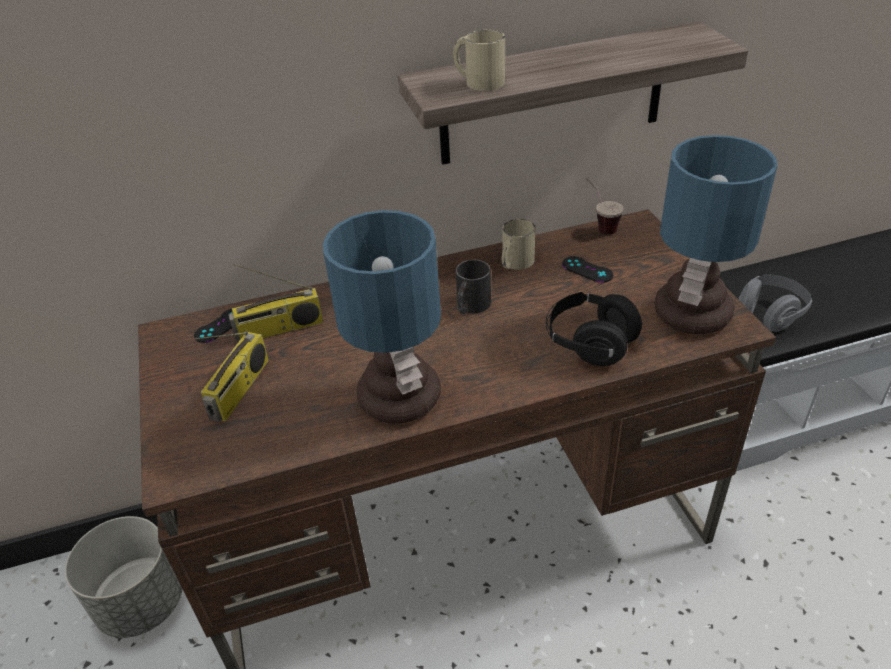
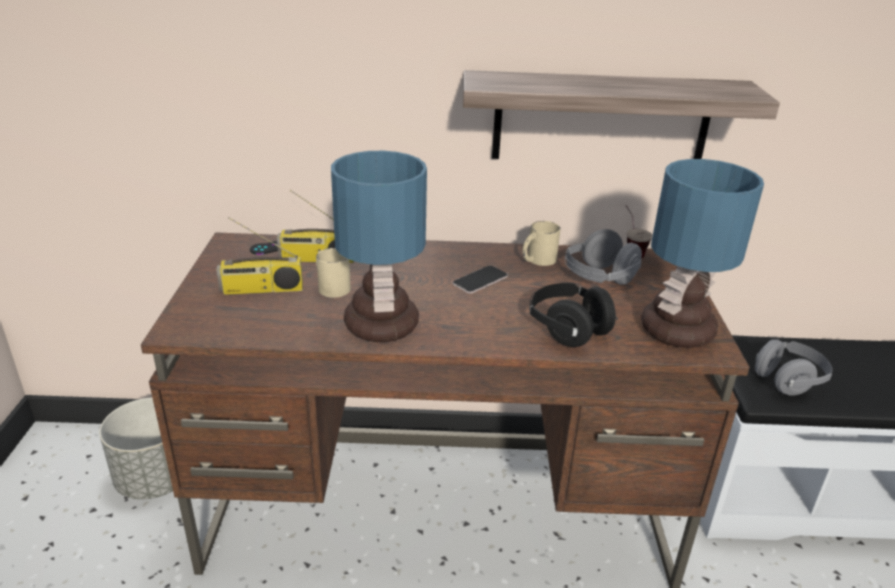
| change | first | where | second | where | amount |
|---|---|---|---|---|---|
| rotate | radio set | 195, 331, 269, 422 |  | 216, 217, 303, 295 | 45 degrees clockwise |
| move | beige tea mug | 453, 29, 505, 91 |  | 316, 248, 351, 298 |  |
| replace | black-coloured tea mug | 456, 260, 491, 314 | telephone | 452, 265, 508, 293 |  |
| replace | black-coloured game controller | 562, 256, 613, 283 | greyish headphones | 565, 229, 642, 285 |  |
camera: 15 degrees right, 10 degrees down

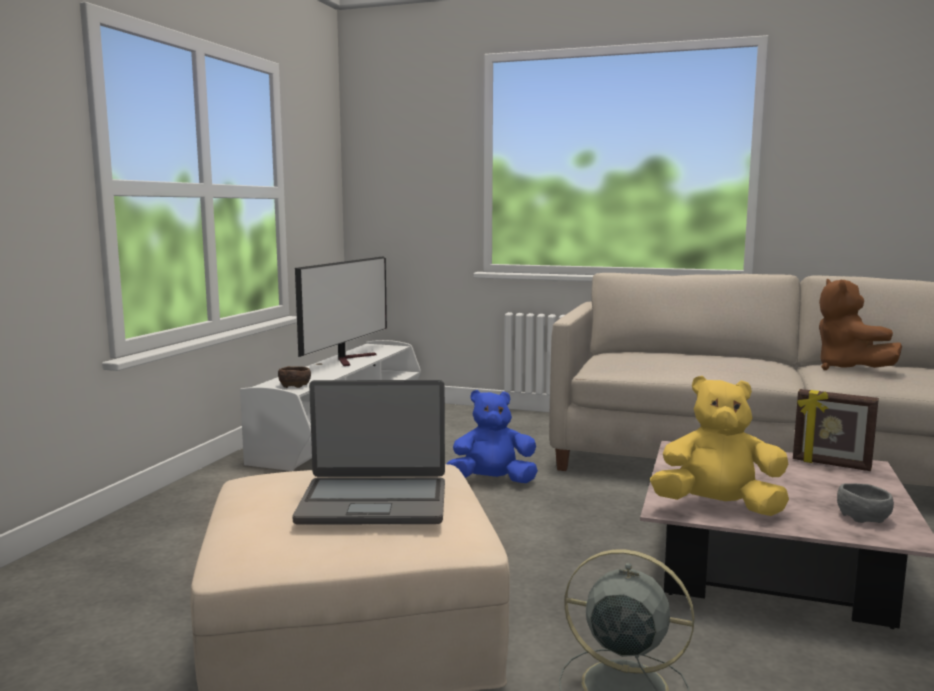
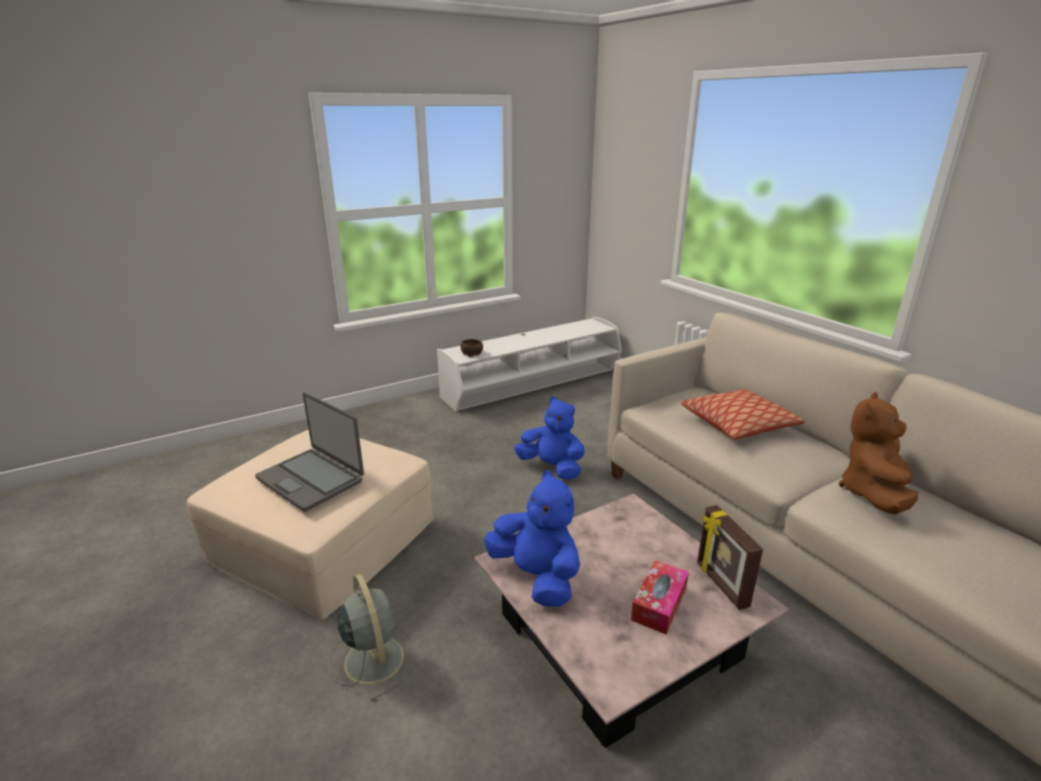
| change | first | where | second | where | amount |
|---|---|---|---|---|---|
| recolor | yellow-coloured soft toy | 650, 376, 789, 516 | blue-coloured soft toy | 484, 470, 580, 607 |  |
| insert |  |  | box of tissues | 631, 560, 689, 635 |  |
| insert |  |  | throw pillow | 682, 389, 805, 440 |  |
| delete | TV set | 295, 256, 387, 366 |  |  |  |
| delete | greyish bowl | 837, 483, 894, 523 |  |  |  |
camera: 40 degrees right, 15 degrees up

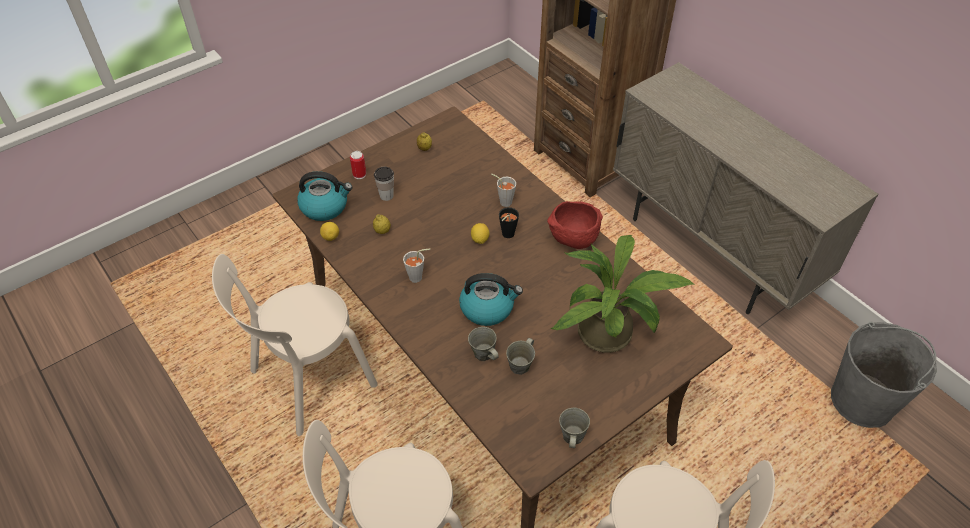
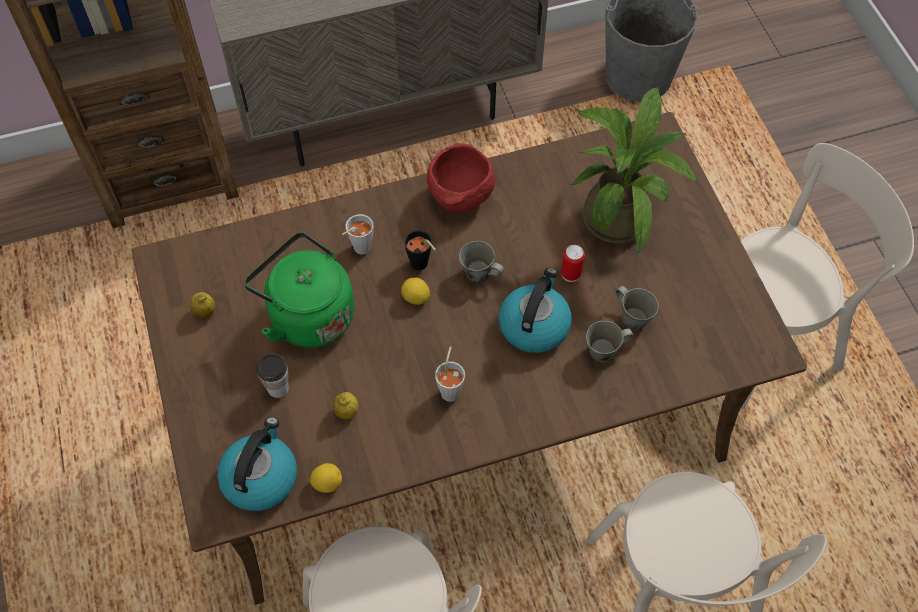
| change | first | where | second | where | amount |
|---|---|---|---|---|---|
| insert |  |  | green-coloured water kettle | 244, 232, 354, 348 |  |
| move | greyish tea mug | 559, 408, 590, 448 |  | 459, 241, 504, 283 |  |
| move | metal can | 350, 151, 366, 179 |  | 561, 245, 585, 282 |  |
camera: 70 degrees left, 10 degrees up

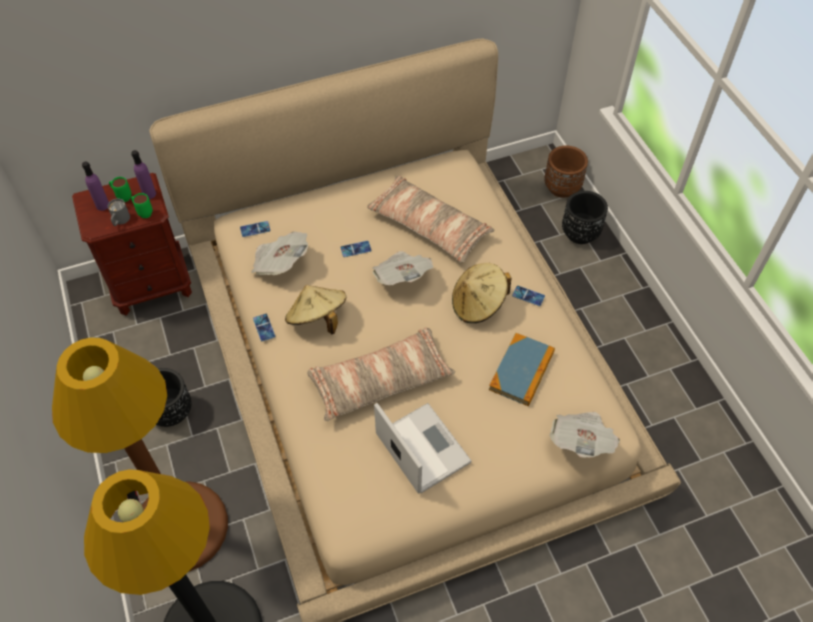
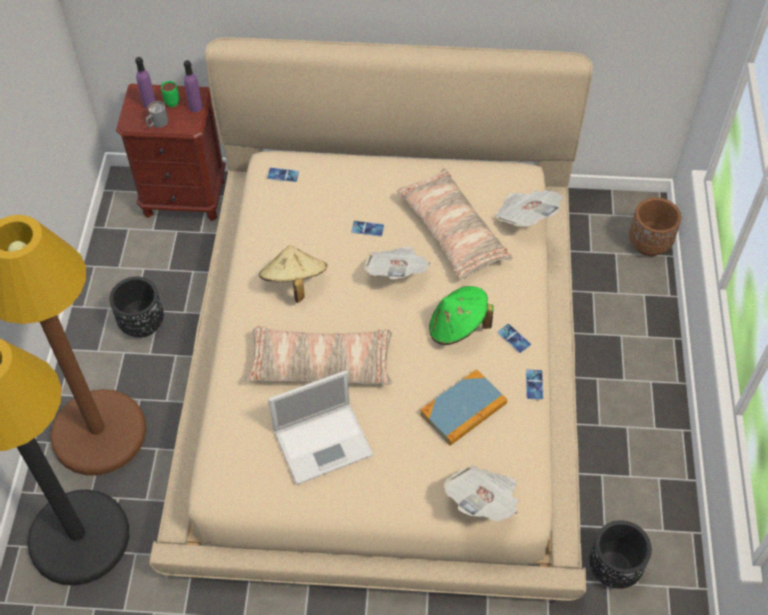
| change | first | where | second | where | amount |
|---|---|---|---|---|---|
| rotate | laptop | 374, 403, 472, 494 |  | 268, 370, 374, 485 | 75 degrees clockwise |
| recolor | beige wearable hat | 452, 263, 511, 323 | green-coloured wearable hat | 429, 286, 494, 345 |  |
| move | daily paper | 251, 231, 308, 275 |  | 494, 190, 563, 227 |  |
| move | telephone | 253, 314, 275, 341 |  | 526, 369, 543, 400 |  |
| move | black-coloured plant pot | 562, 191, 608, 244 |  | 589, 520, 652, 589 |  |
| delete | green-coloured tea mug | 131, 193, 153, 218 |  |  |  |
camera: 25 degrees right, 0 degrees up

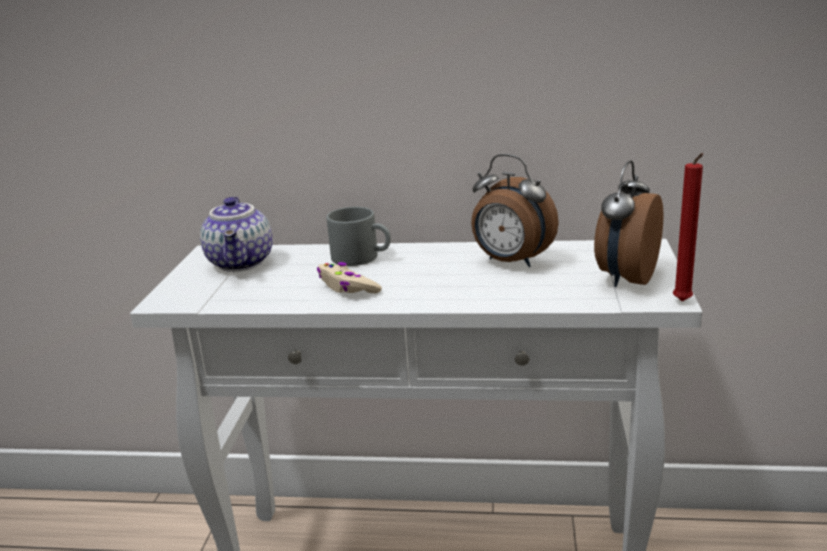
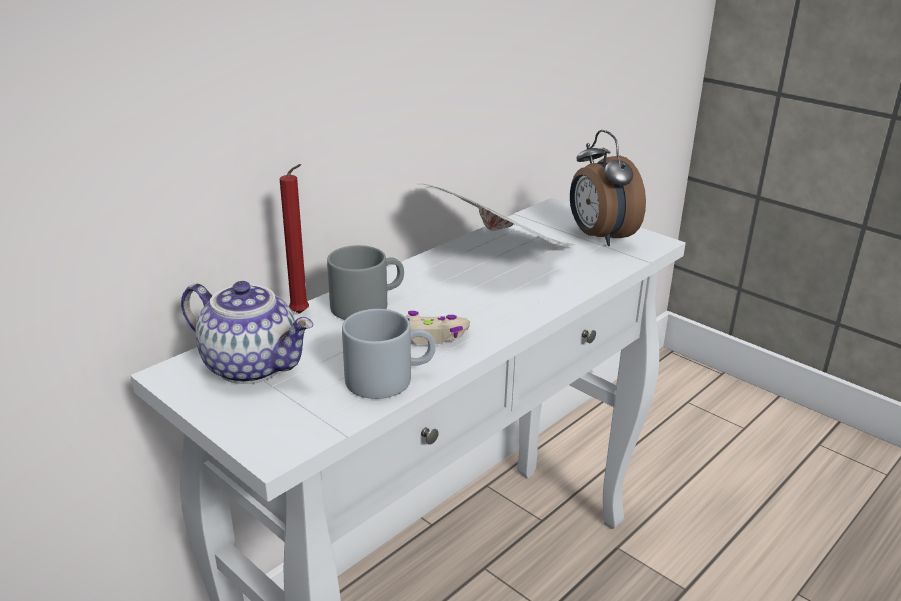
| change | first | where | second | where | amount |
|---|---|---|---|---|---|
| move | red-coloured wax light | 673, 153, 703, 301 |  | 280, 164, 309, 314 |  |
| insert |  |  | greyish tea mug | 342, 309, 436, 399 |  |
| replace | alarm clock | 471, 154, 559, 267 | daily paper | 420, 184, 574, 248 |  |
camera: 55 degrees left, 5 degrees up

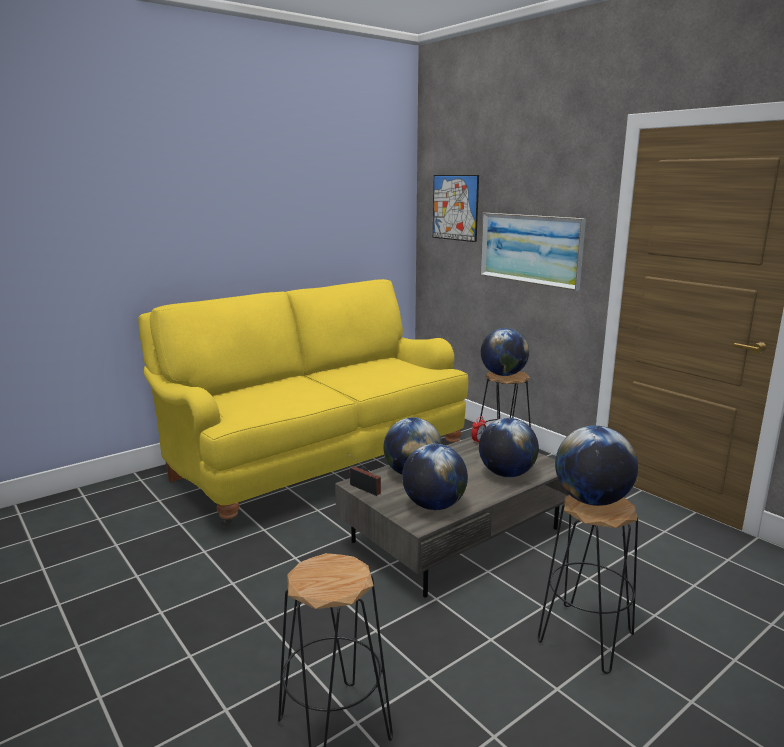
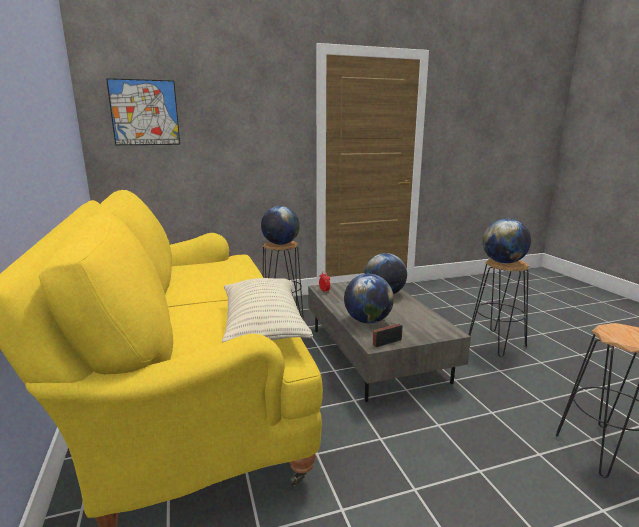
| change | first | where | second | where | amount |
|---|---|---|---|---|---|
| insert |  |  | throw pillow | 222, 278, 313, 343 |  |
| delete | world globe | 402, 444, 468, 510 |  |  |  |
| delete | wall picture | 480, 213, 586, 291 |  |  |  |
camera: 70 degrees left, 0 degrees up

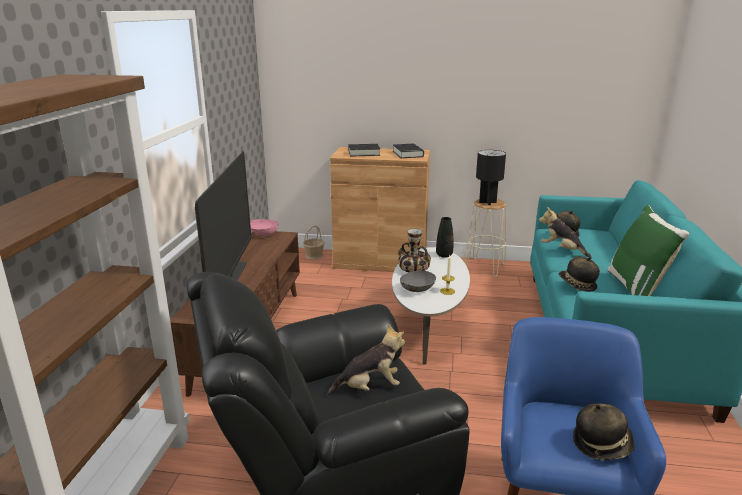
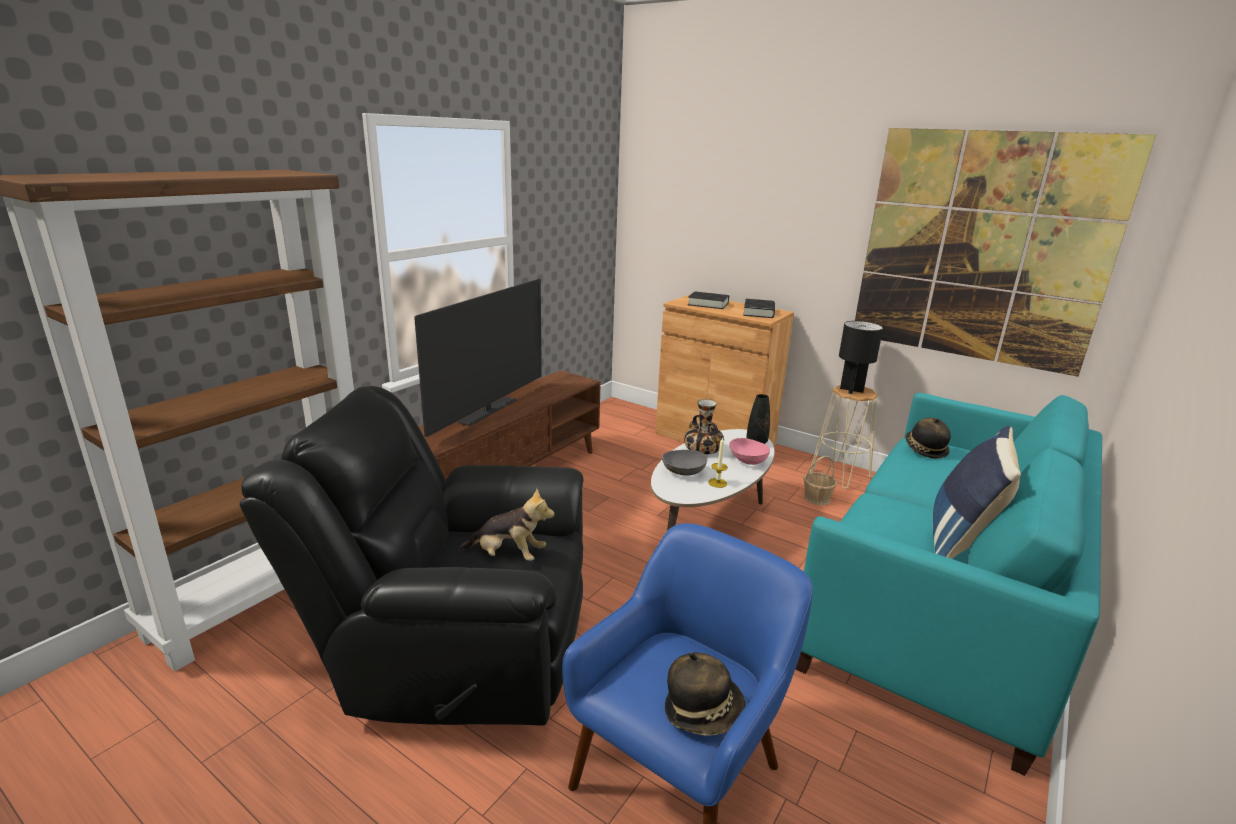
| change | first | where | second | where | amount |
|---|---|---|---|---|---|
| move | pink-coloured bowl | 250, 219, 278, 236 |  | 729, 438, 770, 465 |  |
| move | storage basket | 303, 225, 325, 259 |  | 803, 456, 837, 505 |  |
| insert |  |  | wall picture | 855, 128, 1156, 377 |  |
| recolor | green-coloured throw pillow | 607, 205, 689, 296 | blue-coloured throw pillow | 933, 426, 1021, 559 |  |
| delete | soft toy | 539, 207, 592, 257 |  |  |  |
| delete | wearable hat | 559, 257, 600, 292 |  |  |  |
camera: 25 degrees right, 0 degrees up

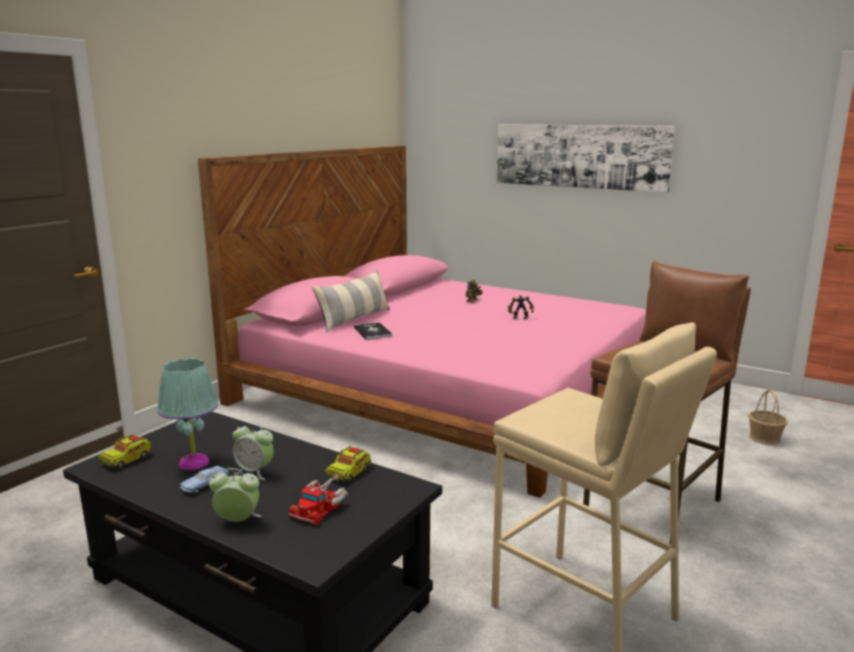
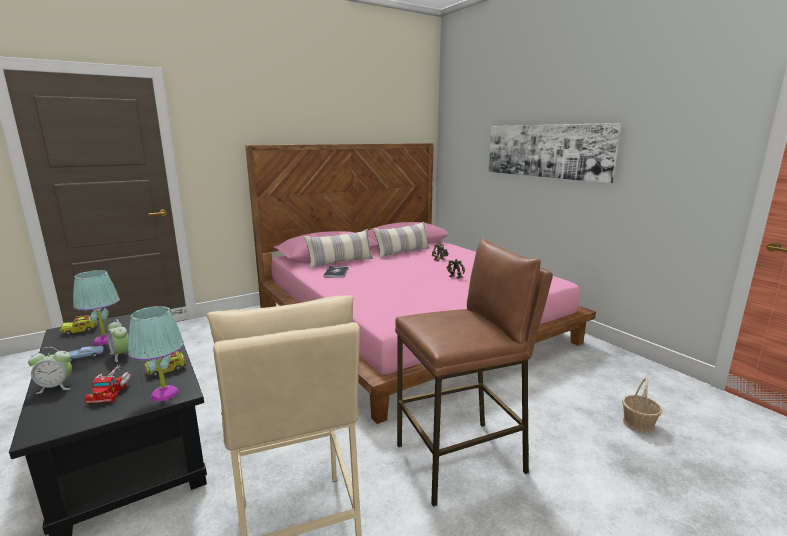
| change | first | where | second | where | amount |
|---|---|---|---|---|---|
| rotate | alarm clock | 209, 468, 261, 522 |  | 28, 347, 72, 394 | 135 degrees clockwise |
| rotate | model truck | 289, 473, 348, 525 |  | 85, 364, 131, 404 | 60 degrees counterclockwise |
| insert |  |  | turquoise-coloured table lamp | 128, 306, 184, 401 |  |
| insert |  |  | throw pillow | 373, 221, 430, 258 |  |
camera: 25 degrees right, 0 degrees up

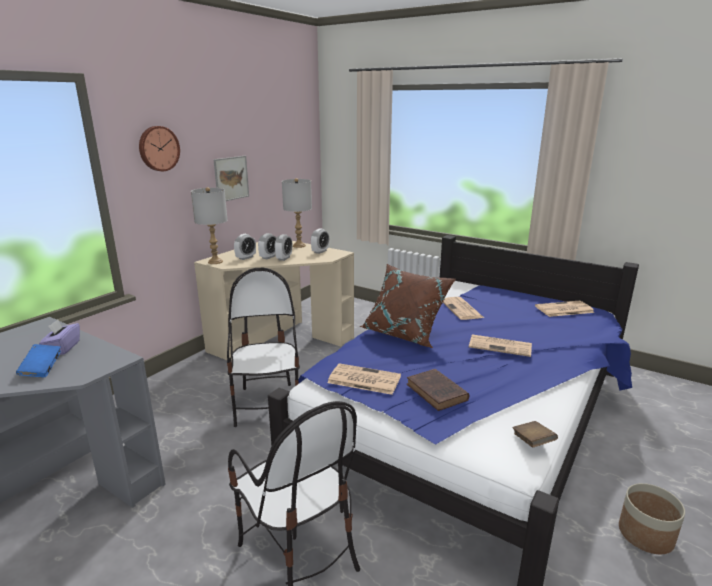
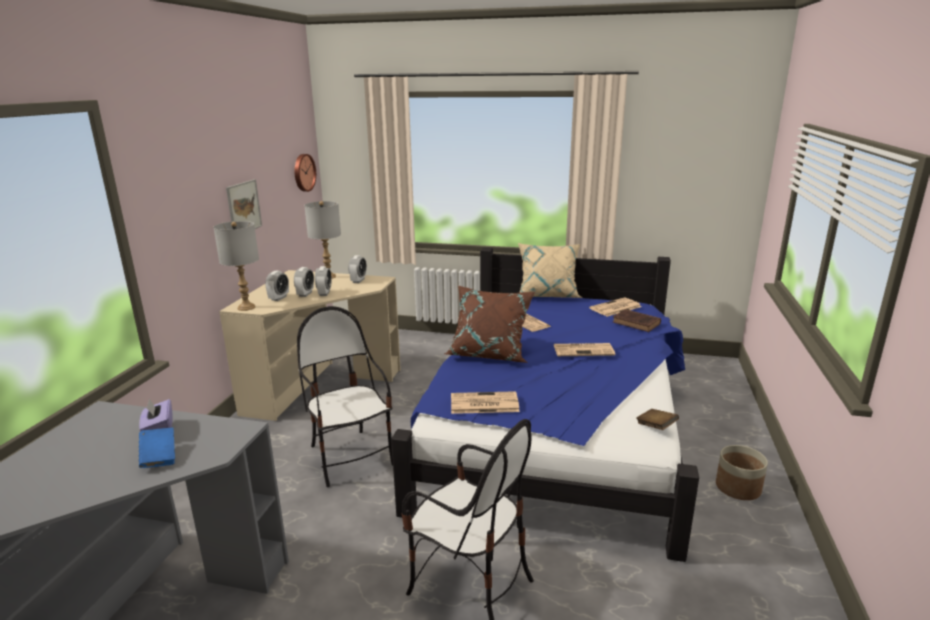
| change | first | where | second | where | amount |
|---|---|---|---|---|---|
| move | clock on the wall | 139, 126, 180, 171 |  | 295, 154, 316, 192 |  |
| insert |  |  | beige throw pillow | 518, 243, 582, 298 |  |
| move | brownish bound book | 407, 369, 469, 411 |  | 613, 309, 661, 332 |  |
camera: 20 degrees left, 0 degrees up

